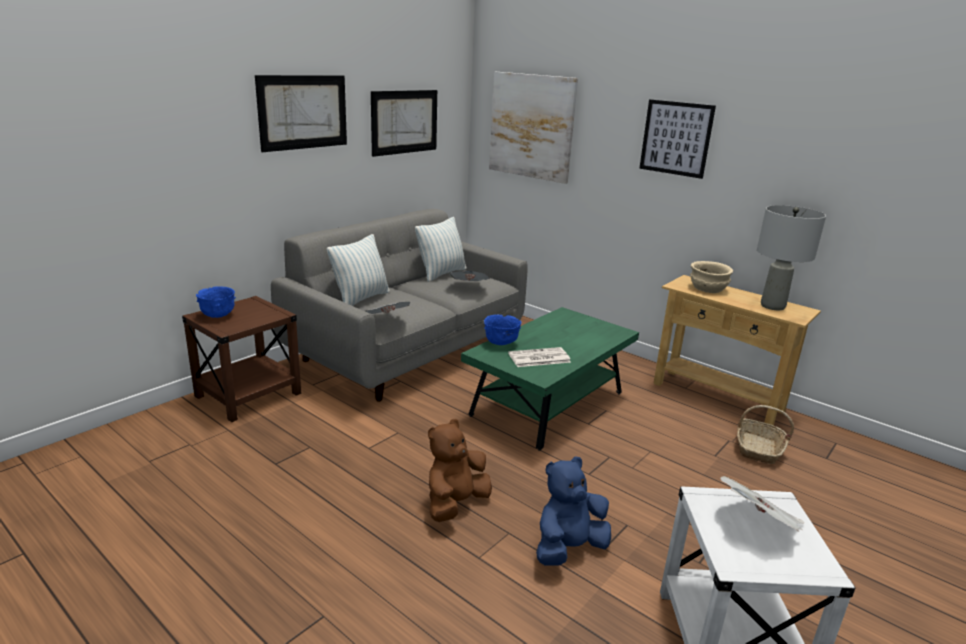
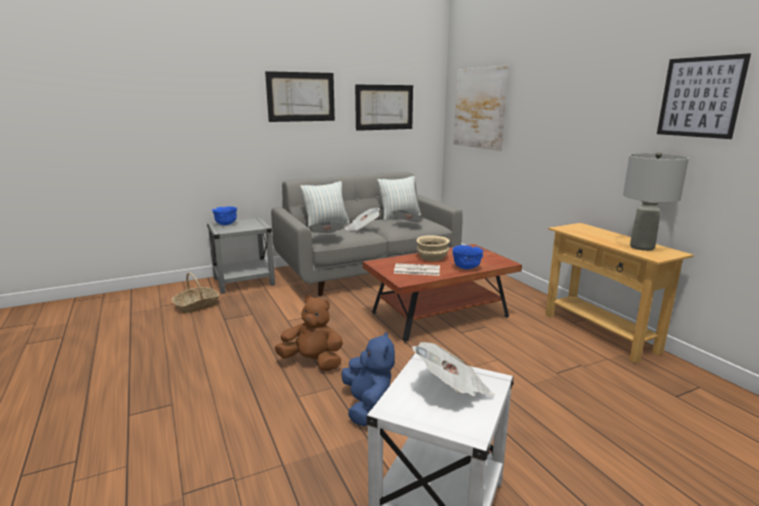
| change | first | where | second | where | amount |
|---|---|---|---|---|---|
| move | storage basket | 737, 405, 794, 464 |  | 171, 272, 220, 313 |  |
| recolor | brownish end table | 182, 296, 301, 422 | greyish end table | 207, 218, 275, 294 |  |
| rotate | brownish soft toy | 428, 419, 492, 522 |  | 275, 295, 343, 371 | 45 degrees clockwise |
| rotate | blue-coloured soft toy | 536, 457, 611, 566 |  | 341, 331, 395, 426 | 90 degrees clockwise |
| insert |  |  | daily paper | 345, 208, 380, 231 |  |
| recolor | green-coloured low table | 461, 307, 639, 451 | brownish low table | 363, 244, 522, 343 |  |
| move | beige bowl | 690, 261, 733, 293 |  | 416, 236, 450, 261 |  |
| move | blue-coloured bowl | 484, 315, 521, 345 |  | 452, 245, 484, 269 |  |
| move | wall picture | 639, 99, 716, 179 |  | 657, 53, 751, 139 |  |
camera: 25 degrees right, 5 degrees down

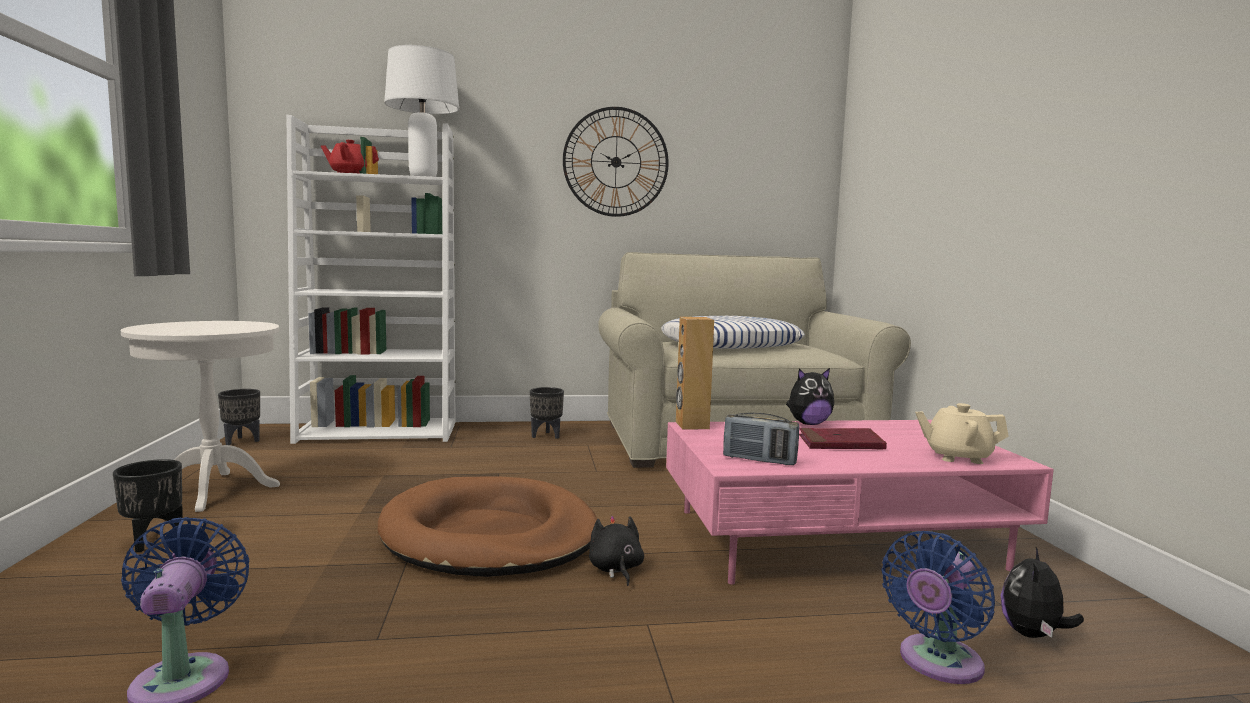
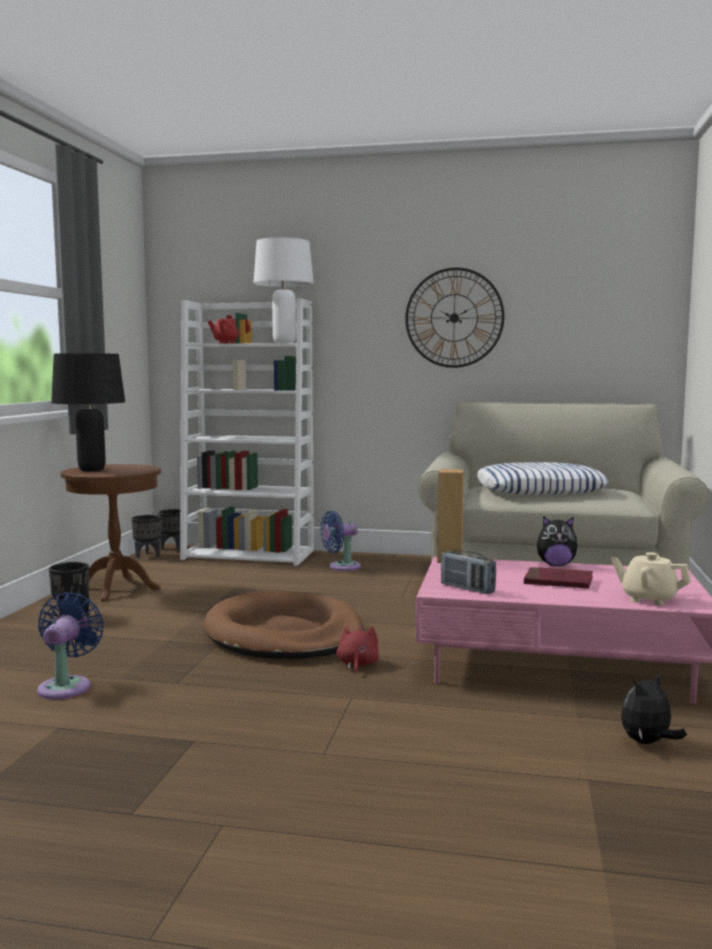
| change | first | where | second | where | amount |
|---|---|---|---|---|---|
| insert |  |  | black-coloured table lamp | 51, 353, 125, 471 |  |
| recolor | white-coloured end table | 121, 321, 280, 512 | brownish end table | 60, 464, 161, 601 |  |
| move | black-coloured plant pot | 530, 387, 564, 439 |  | 158, 509, 180, 551 |  |
| move | blue-coloured fan | 881, 531, 995, 684 |  | 320, 511, 361, 571 |  |
| recolor | black-coloured soft toy | 589, 516, 644, 586 | red-coloured soft toy | 336, 625, 379, 674 |  |
camera: 20 degrees right, 0 degrees up

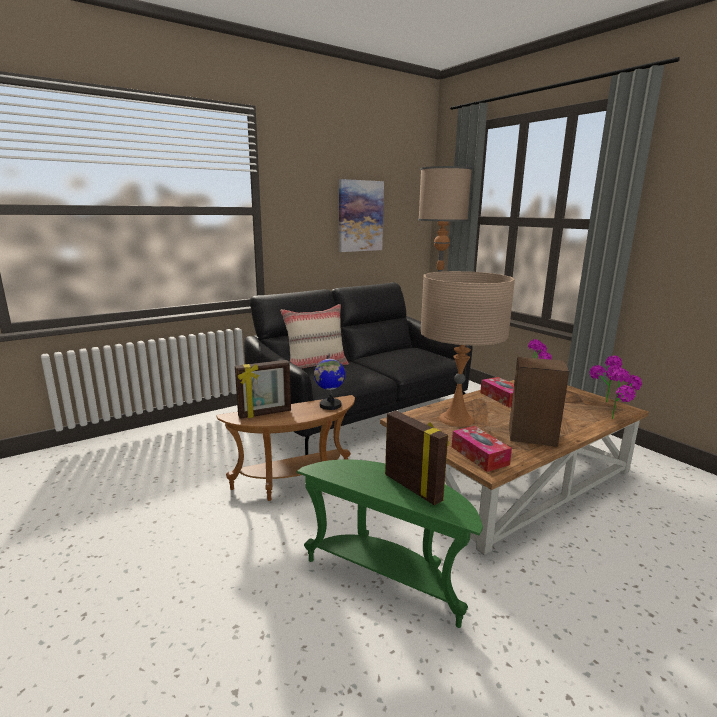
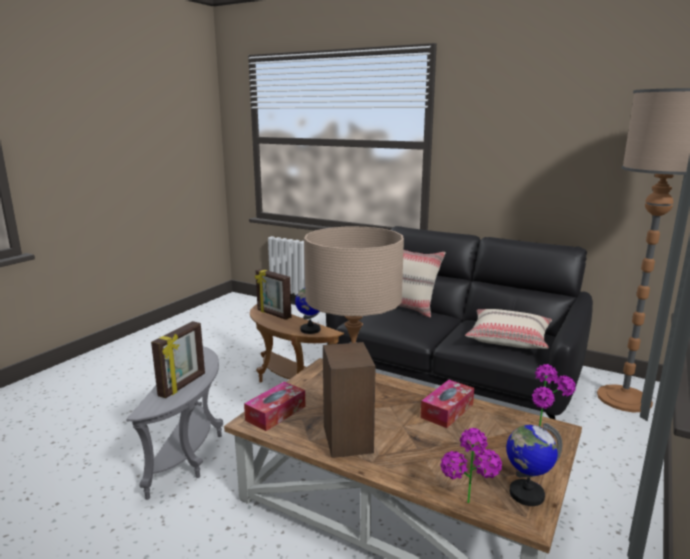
| change | first | where | second | where | amount |
|---|---|---|---|---|---|
| recolor | green-coloured end table | 297, 459, 483, 628 | greyish end table | 126, 346, 223, 500 |  |
| insert |  |  | beige throw pillow | 465, 309, 552, 349 |  |
| replace | plant in a pot | 589, 355, 623, 403 | world globe | 506, 423, 563, 506 |  |
| delete | wall picture | 339, 179, 384, 252 |  |  |  |
camera: 65 degrees right, 0 degrees up

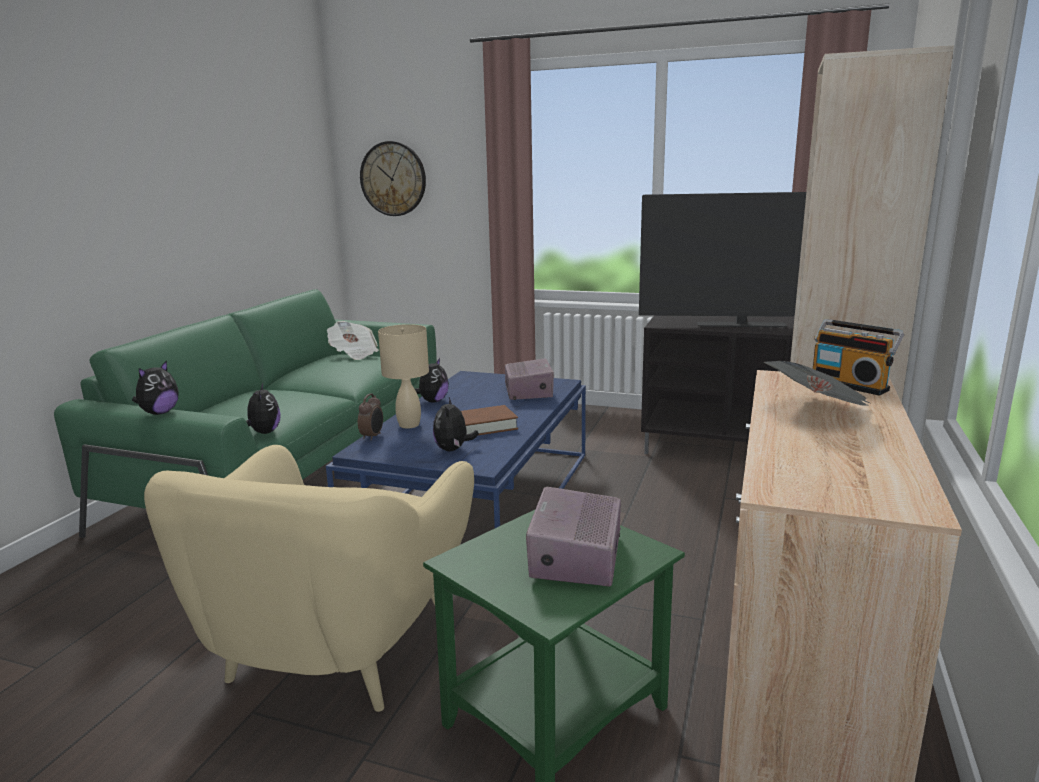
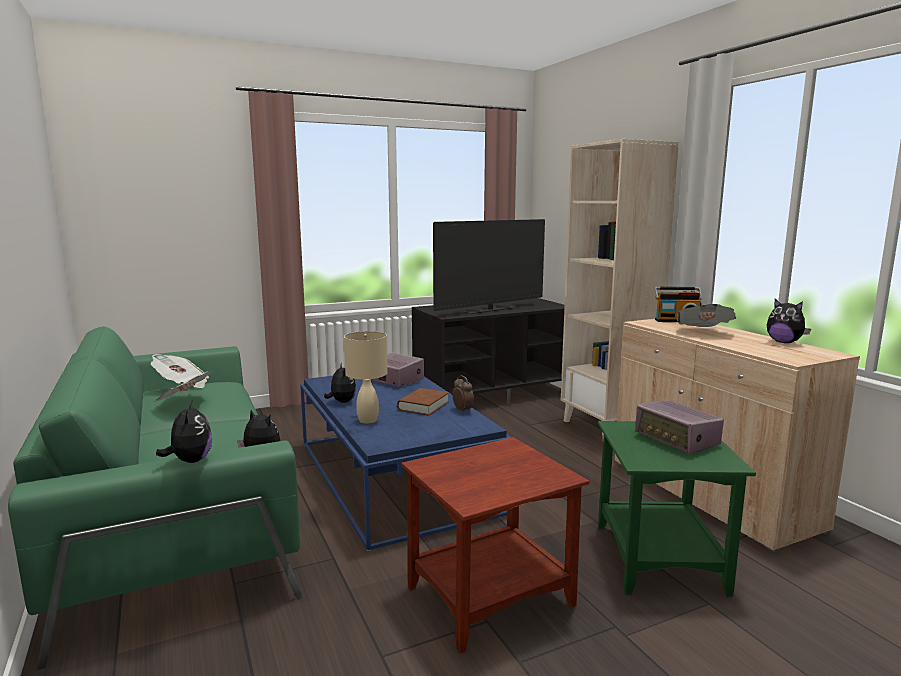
| change | first | where | second | where | amount |
|---|---|---|---|---|---|
| insert |  |  | daily paper | 154, 371, 213, 402 |  |
| replace | beige lounge chair | 144, 445, 474, 712 | brownish end table | 401, 437, 590, 653 |  |
| move | alarm clock | 358, 393, 383, 441 |  | 453, 375, 474, 413 |  |
| move | soft toy | 433, 397, 479, 451 |  | 767, 299, 811, 343 |  |
| delete | clock on the wall | 360, 141, 426, 216 |  |  |  |
camera: 45 degrees left, 5 degrees down

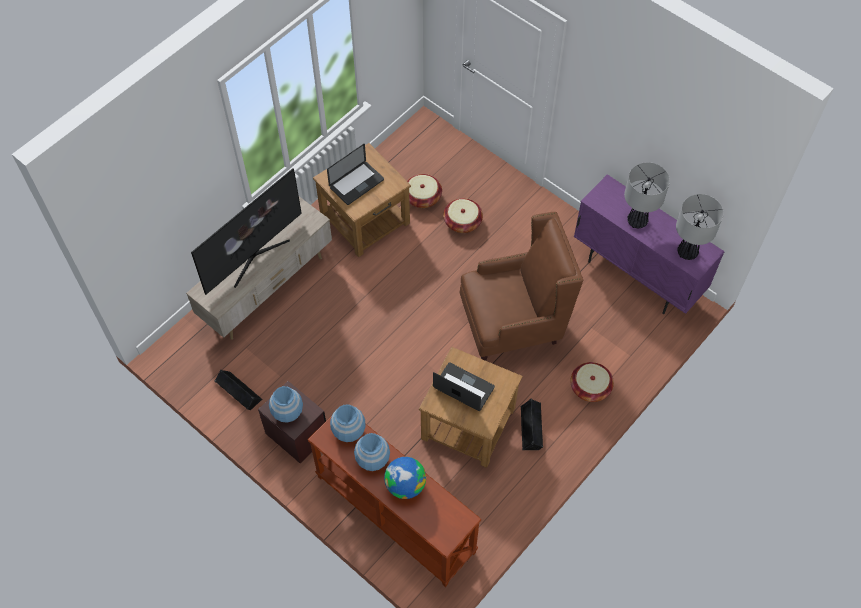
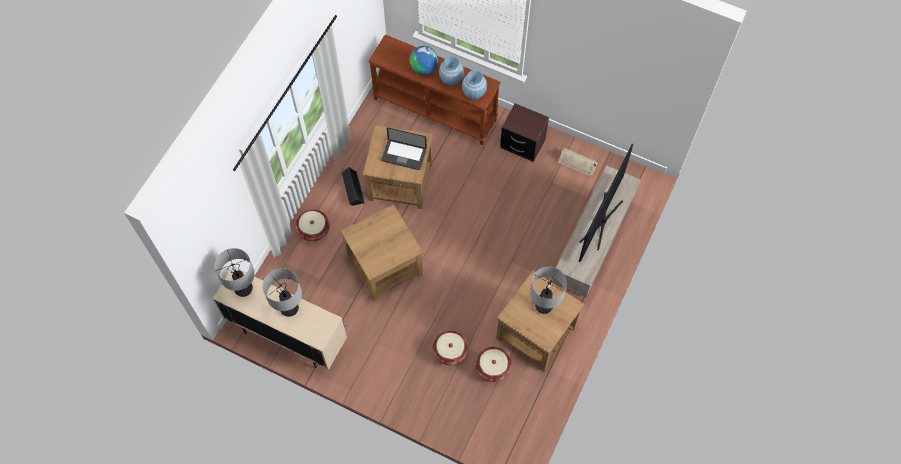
| change | first | where | second | where | amount |
|---|---|---|---|---|---|
| recolor | purple storage cabinet | 574, 174, 725, 314 | beige storage cabinet | 213, 268, 347, 370 |  |
| replace | brownish lounge chair | 459, 212, 583, 361 | brownish end table | 341, 204, 423, 301 |  |
| replace | laptop | 327, 144, 384, 205 | table lamp | 530, 267, 567, 314 |  |
| recolor | black-coloured audio speaker | 214, 370, 263, 410 | beige audio speaker | 558, 148, 598, 177 |  |
| delete | blue-coloured decorative vase | 269, 386, 303, 423 |  |  |  |
camera: 165 degrees right, 5 degrees up

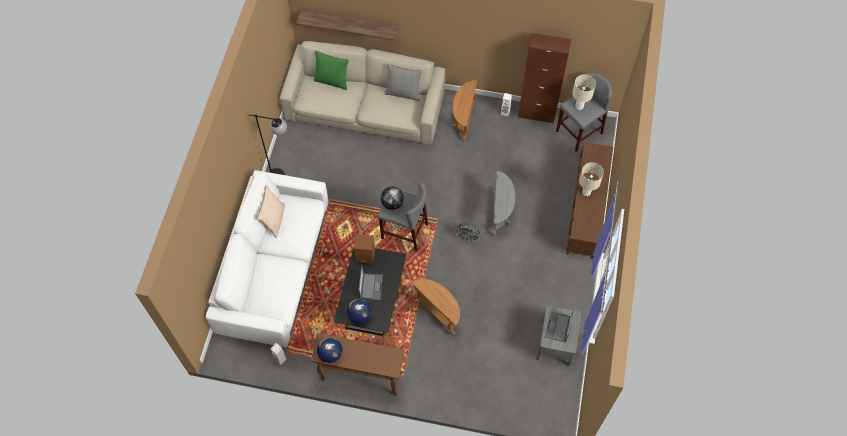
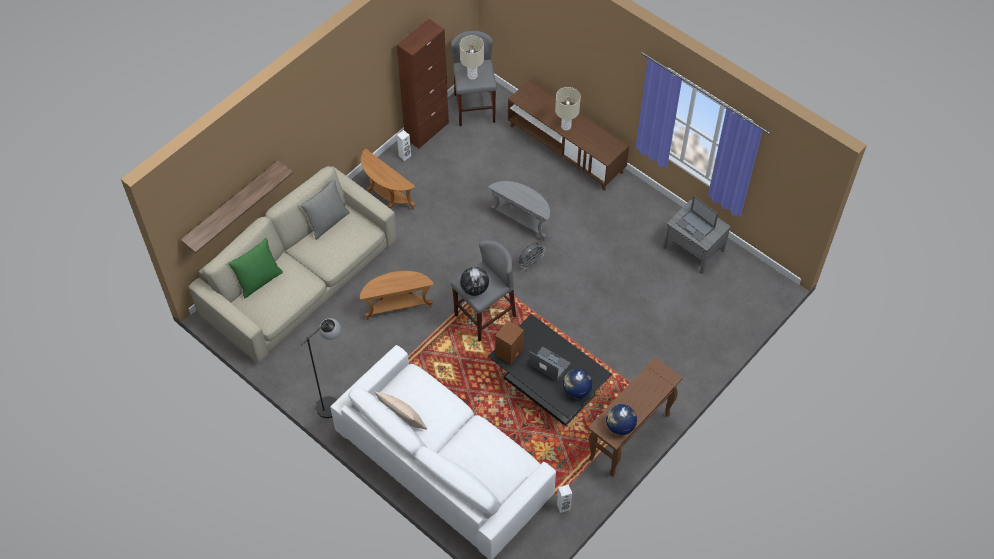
| change | first | where | second | where | amount |
|---|---|---|---|---|---|
| move | brownish end table | 412, 279, 460, 336 |  | 360, 271, 434, 320 |  |
camera: 60 degrees left, 5 degrees down

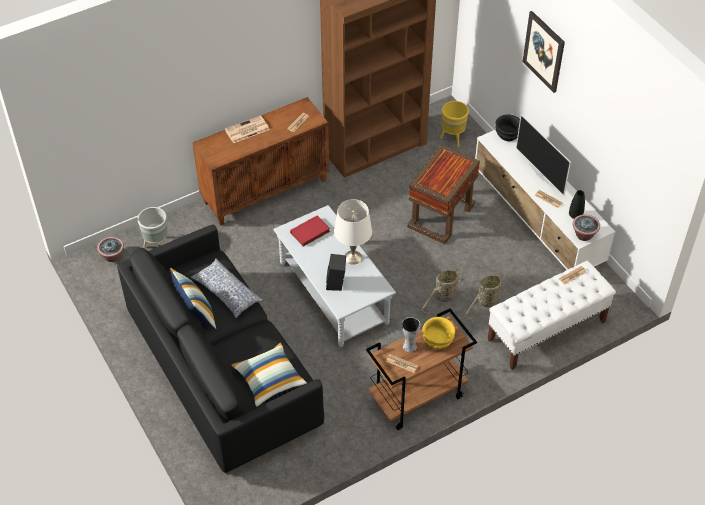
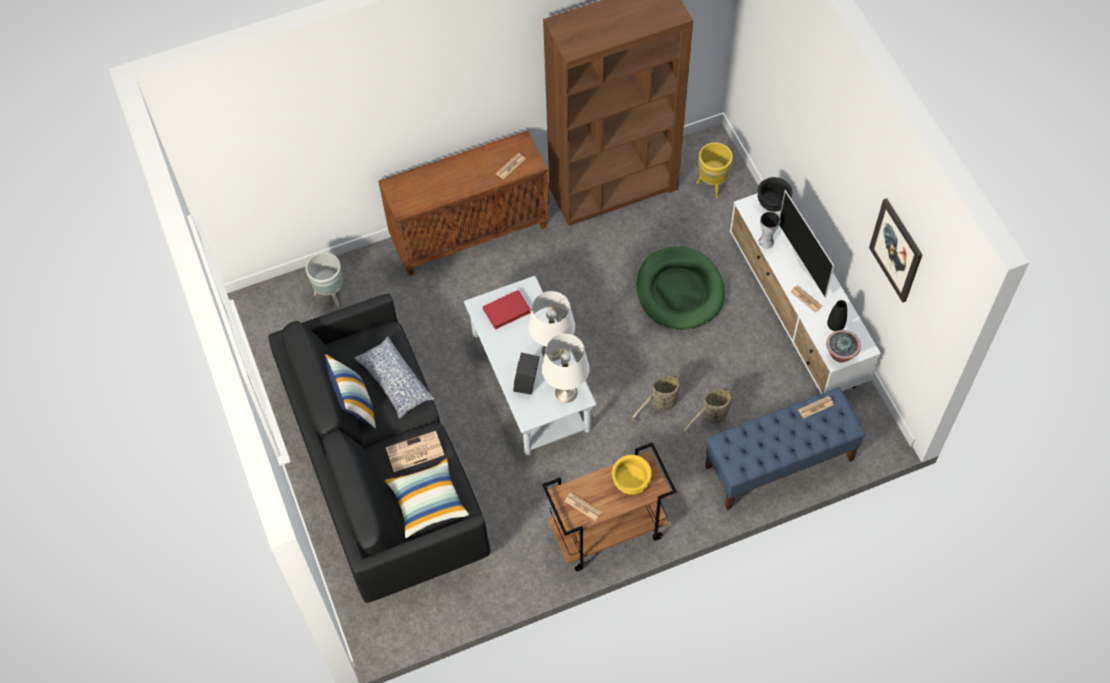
| change | first | where | second | where | amount |
|---|---|---|---|---|---|
| move | daily paper | 225, 116, 270, 143 |  | 386, 431, 444, 472 |  |
| insert |  |  | white-coloured table lamp | 542, 334, 590, 403 |  |
| replace | brownish end table | 407, 145, 480, 244 | green-coloured dog cushion | 636, 246, 725, 330 |  |
| recolor | white-coloured indoor bench | 488, 261, 616, 370 | blue-coloured indoor bench | 705, 387, 866, 510 |  |
| move | decorative vase | 402, 317, 420, 352 |  | 759, 211, 781, 248 |  |
| move | wall picture | 522, 11, 565, 93 |  | 869, 198, 922, 303 |  |
| delete | plant in a pot | 97, 237, 124, 262 |  |  |  |
camera: 10 degrees right, 10 degrees up

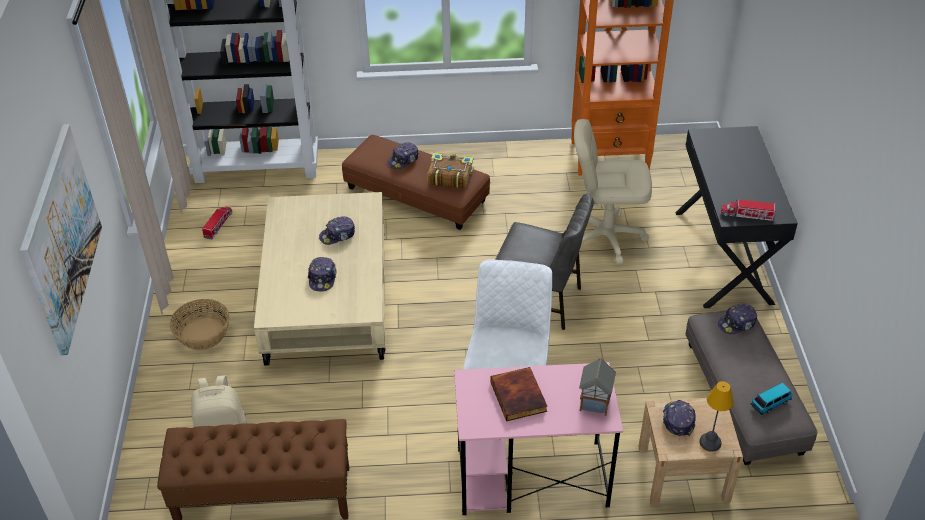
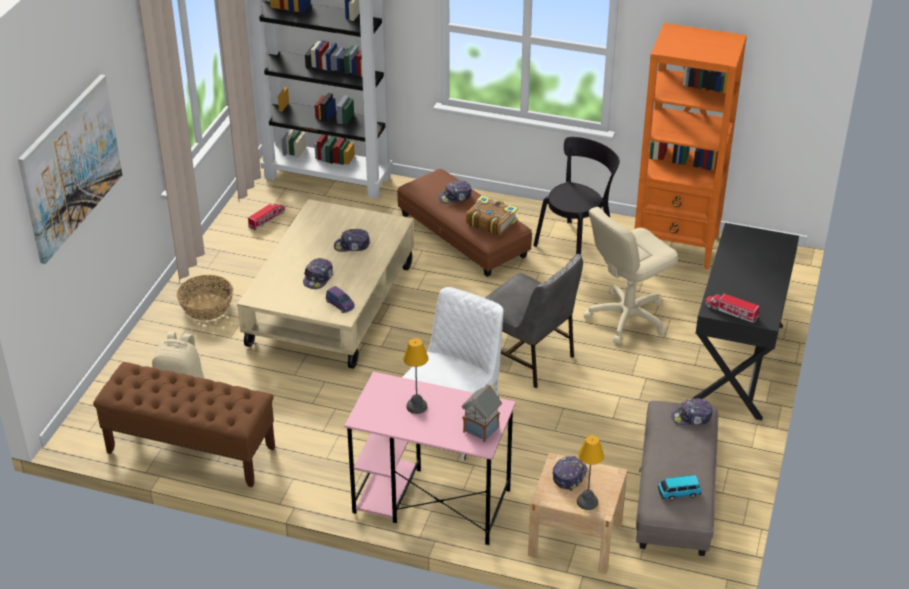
| change | first | where | second | where | amount |
|---|---|---|---|---|---|
| insert |  |  | purple toy car | 326, 286, 355, 313 |  |
| replace | bound book | 490, 367, 547, 421 | table lamp | 403, 338, 428, 414 |  |
| insert |  |  | black-coloured plain chair | 533, 137, 620, 255 |  |
| rotate | beige computer chair | 571, 119, 652, 265 |  | 583, 207, 678, 344 | 60 degrees counterclockwise |
camera: 20 degrees right, 5 degrees down

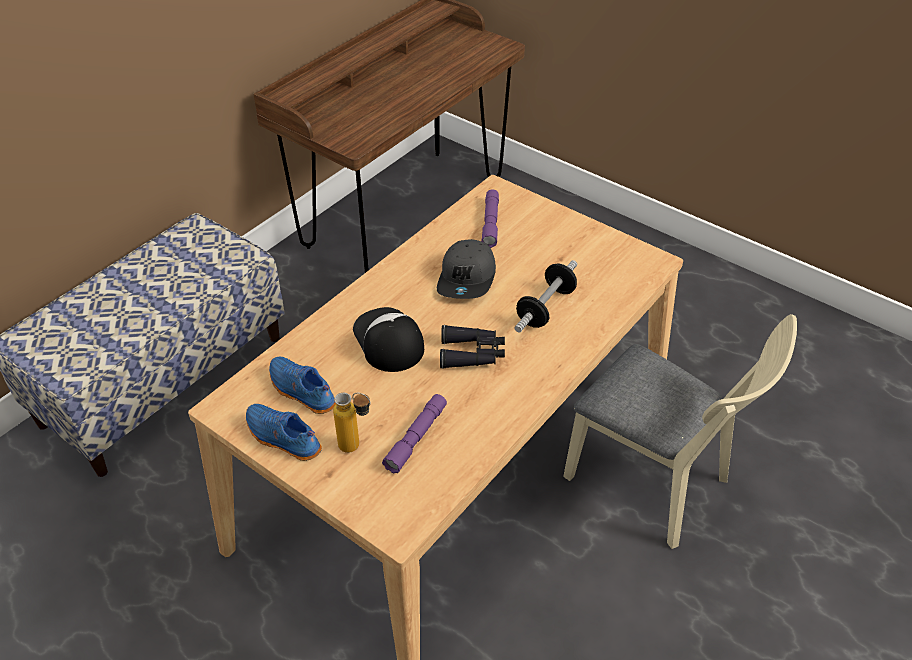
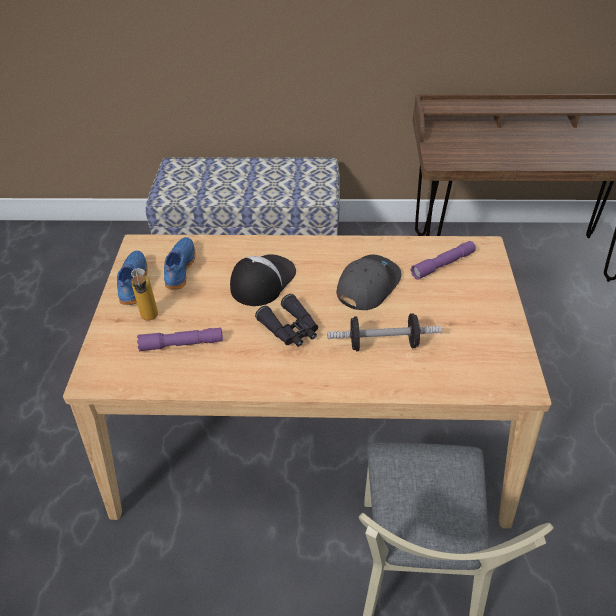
| change | first | where | second | where | amount |
|---|---|---|---|---|---|
| rotate | greyish baseball cap | 437, 239, 496, 299 |  | 336, 254, 402, 310 | 150 degrees clockwise |
camera: 55 degrees right, 0 degrees up

